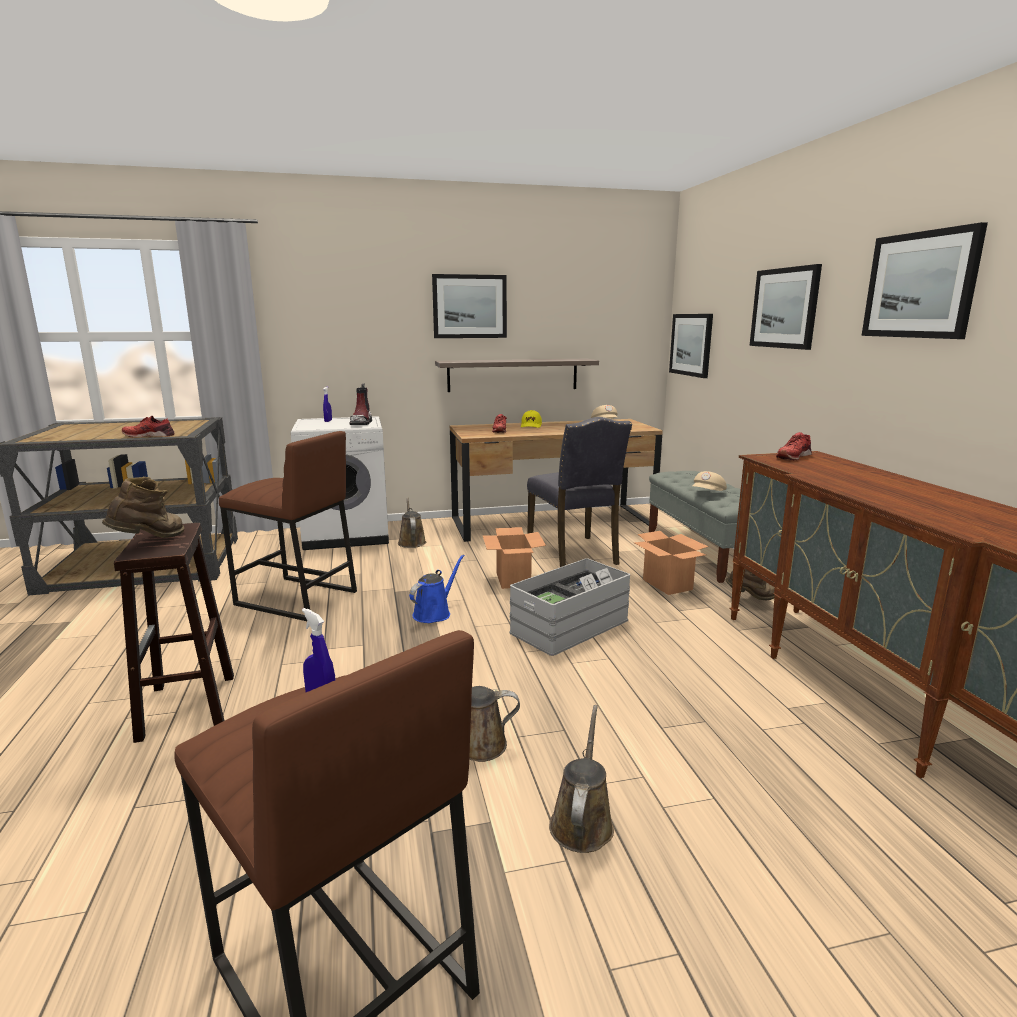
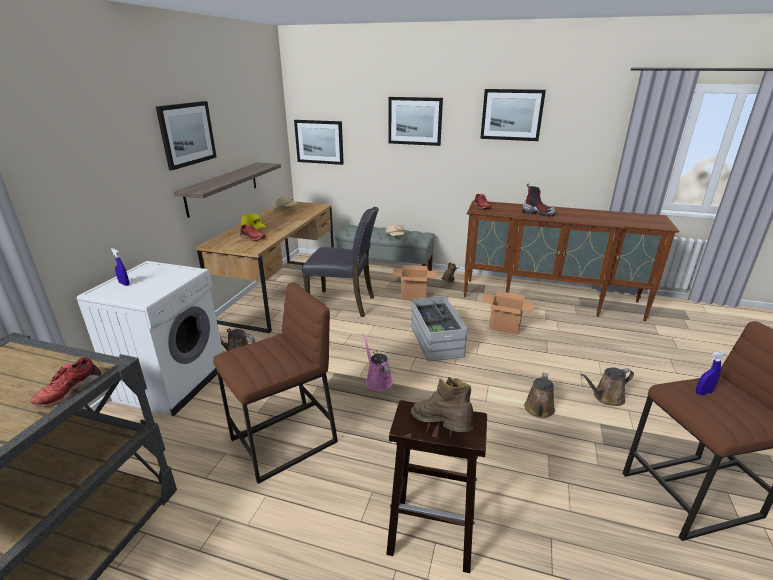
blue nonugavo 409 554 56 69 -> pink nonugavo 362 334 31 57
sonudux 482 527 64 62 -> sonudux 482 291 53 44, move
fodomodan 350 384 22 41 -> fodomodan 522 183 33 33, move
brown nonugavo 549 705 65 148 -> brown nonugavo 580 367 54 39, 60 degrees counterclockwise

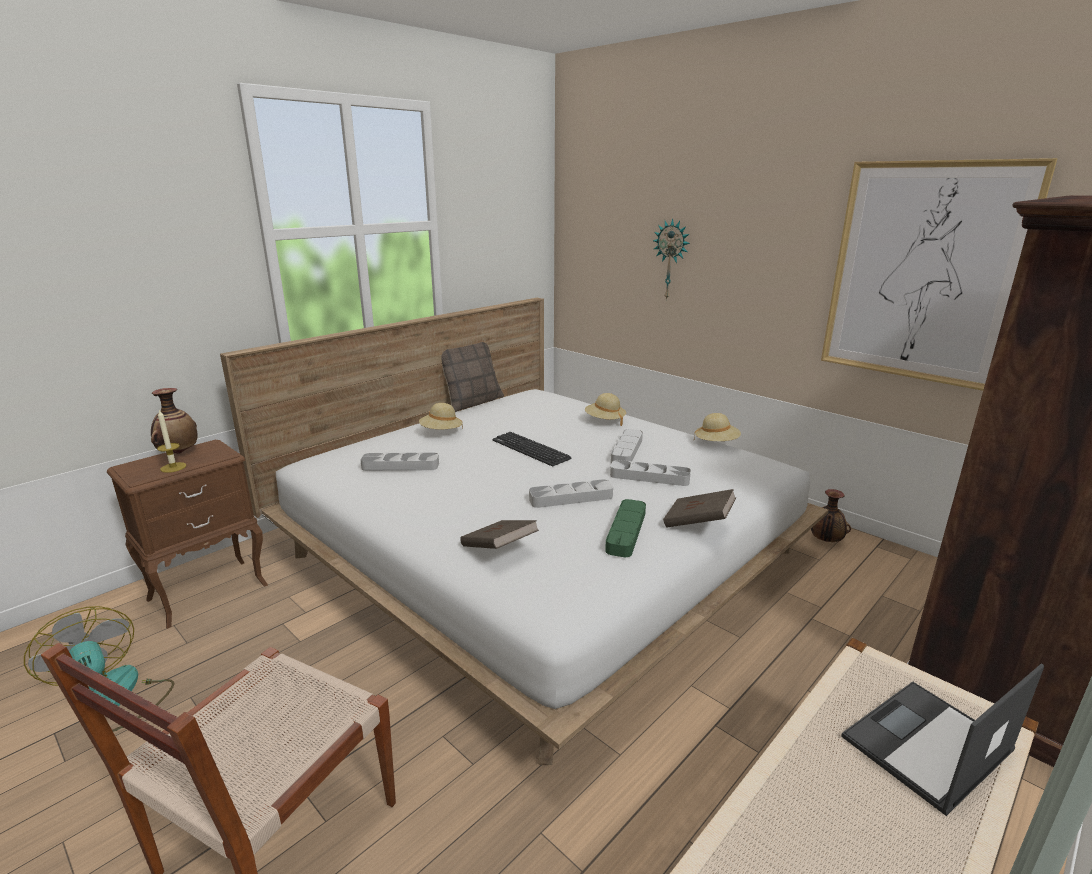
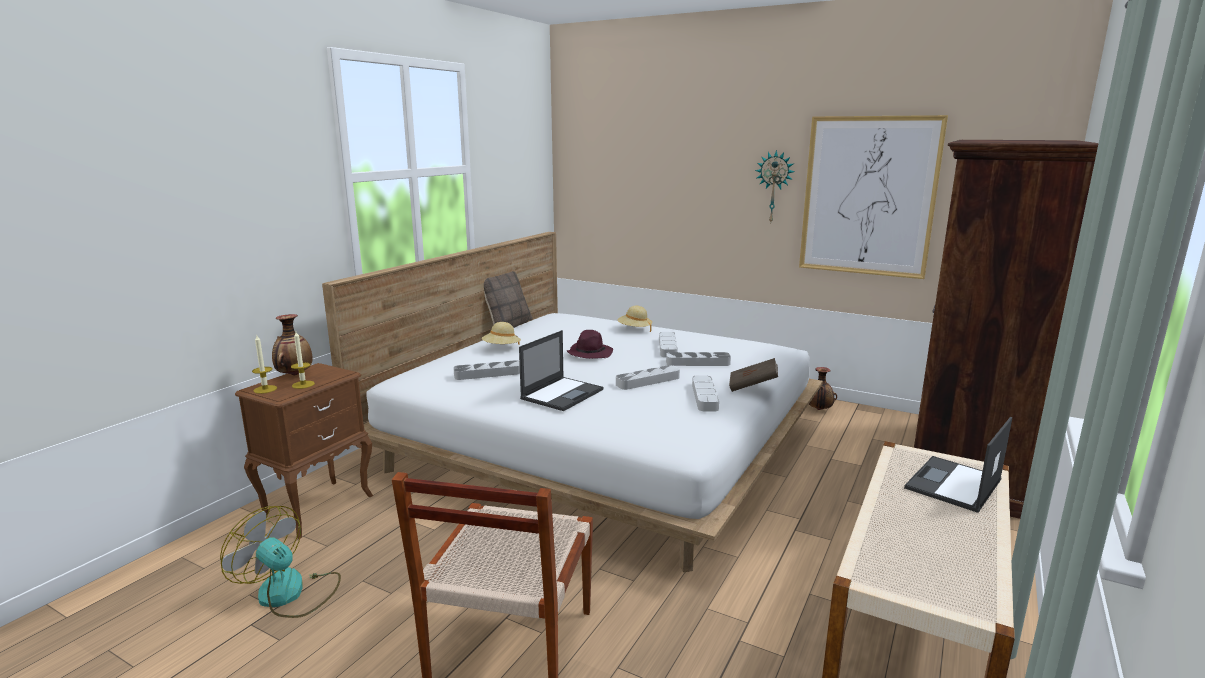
none -> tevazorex 252 335 25 59
none -> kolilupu 519 330 84 81
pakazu 492 432 80 34 -> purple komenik 567 330 46 29
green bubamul 605 499 41 58 -> grey bubamul 692 375 27 37
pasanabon 652 218 38 82 -> pasanabon 755 150 40 72, move
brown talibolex 460 520 79 29 -> none
beige komenik 694 413 47 28 -> none

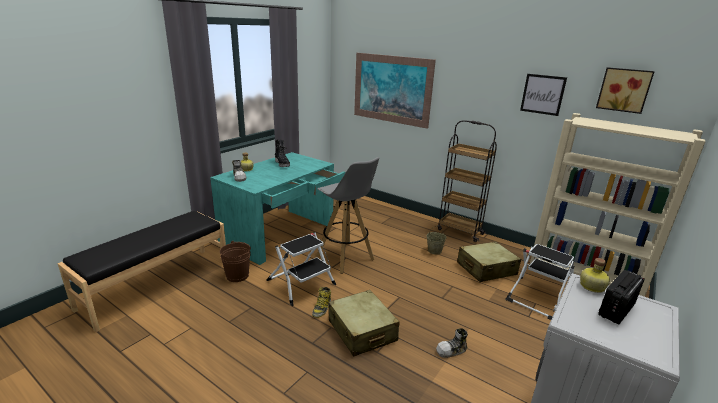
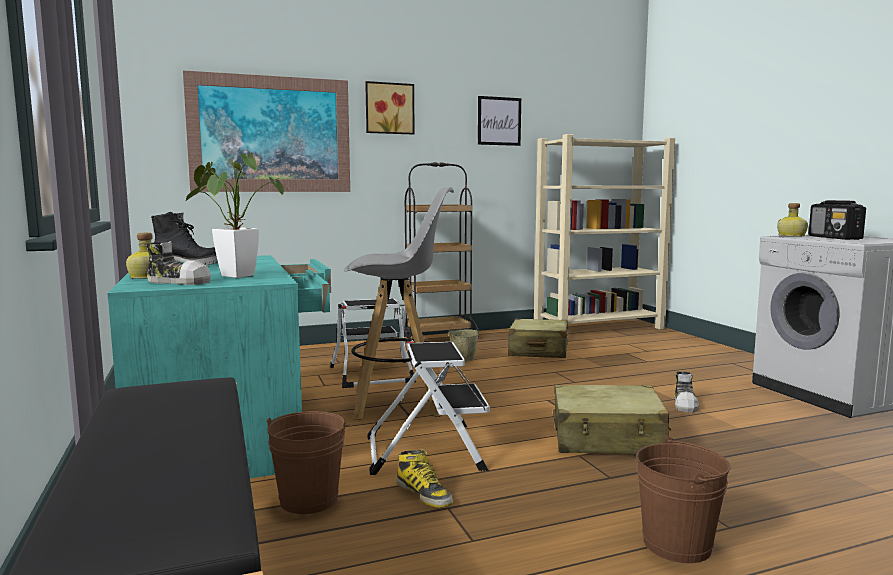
none -> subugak 186 153 98 125
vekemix 505 244 69 76 -> vekemix 330 298 86 90, move
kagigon 596 67 59 47 -> kagigon 365 81 50 54, move
fodomodan 312 287 19 31 -> fodomodan 396 449 57 59, move
none -> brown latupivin 637 437 94 126

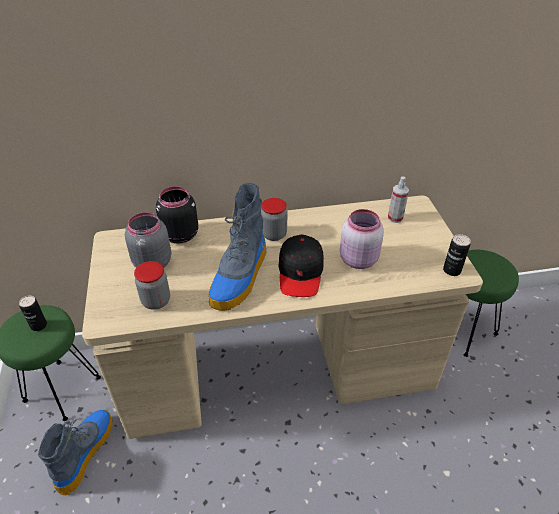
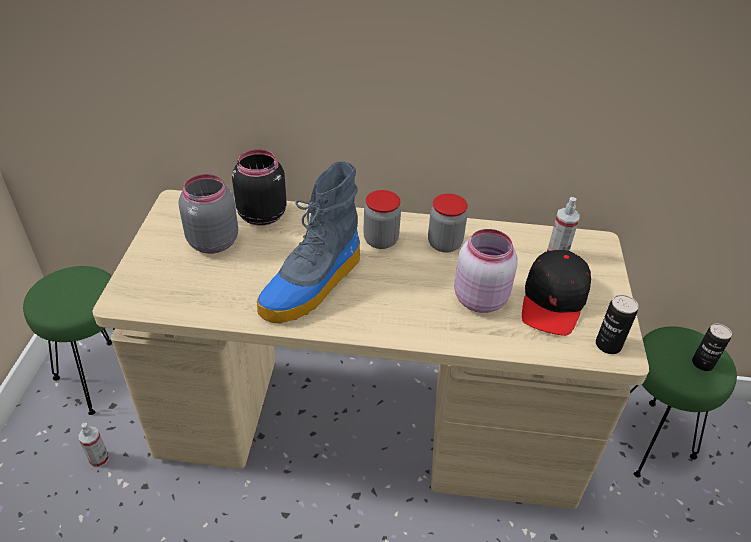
fodomodan 38 409 75 86 -> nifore 79 423 30 44
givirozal 134 261 36 49 -> givirozal 428 194 40 59, move
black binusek 279 235 45 62 -> black binusek 522 250 69 86, move
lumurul 19 296 28 35 -> lumurul 692 324 40 47, move

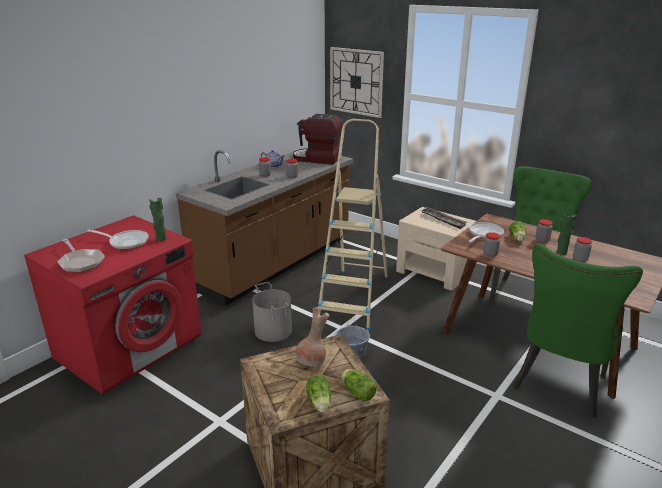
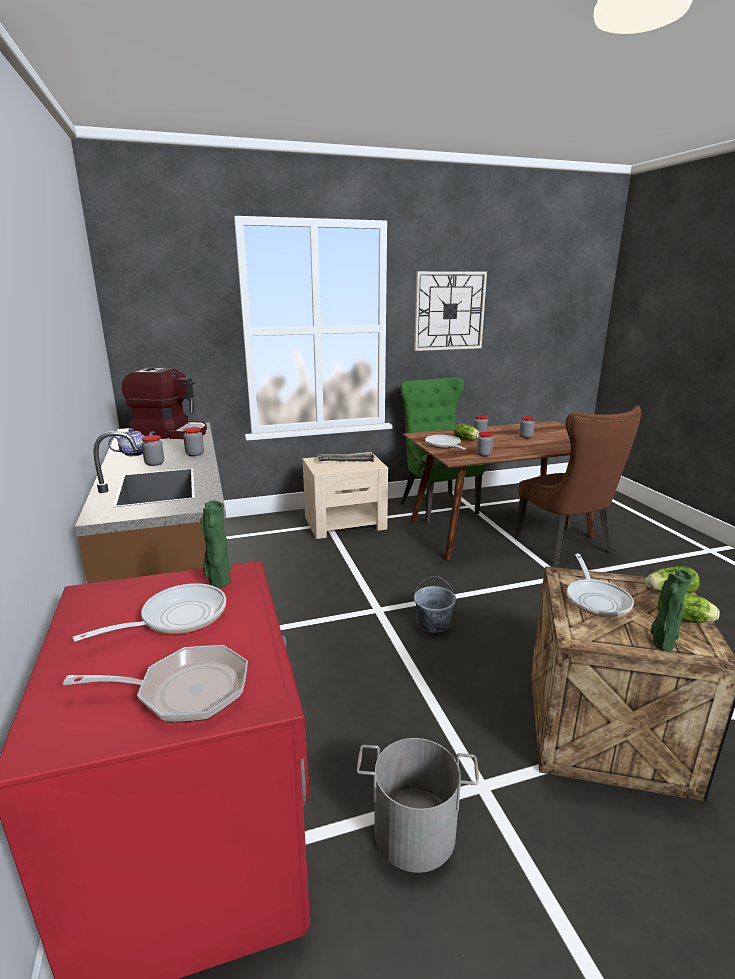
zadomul 293 114 50 51 -> zadomul 122 368 85 71, 135 degrees counterclockwise
grey latupivin 252 282 40 60 -> grey latupivin 357 738 122 135, move
pasanabon 330 47 54 71 -> pasanabon 414 271 73 80, move
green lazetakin 512 243 131 175 -> brown lazetakin 515 406 127 160
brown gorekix 295 307 34 59 -> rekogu 567 554 67 63
green gorekix 557 213 19 42 -> green gorekix 651 570 42 81, move
beige vekemix 318 119 70 213 -> none

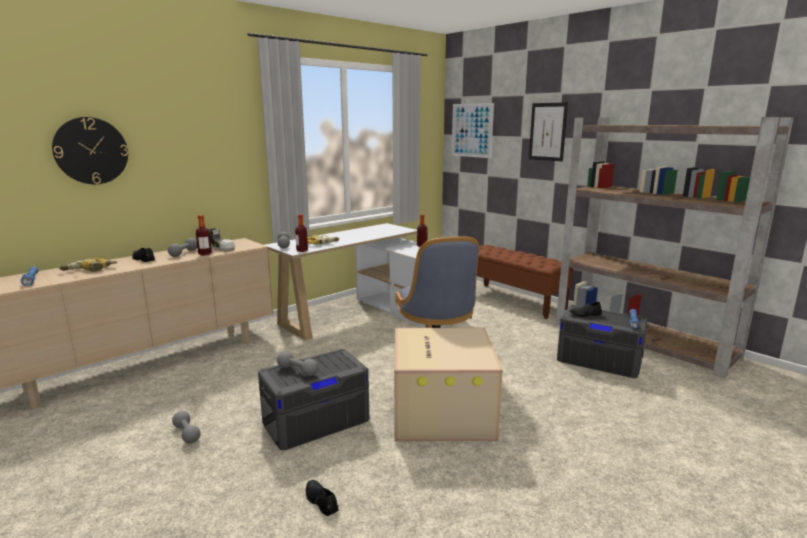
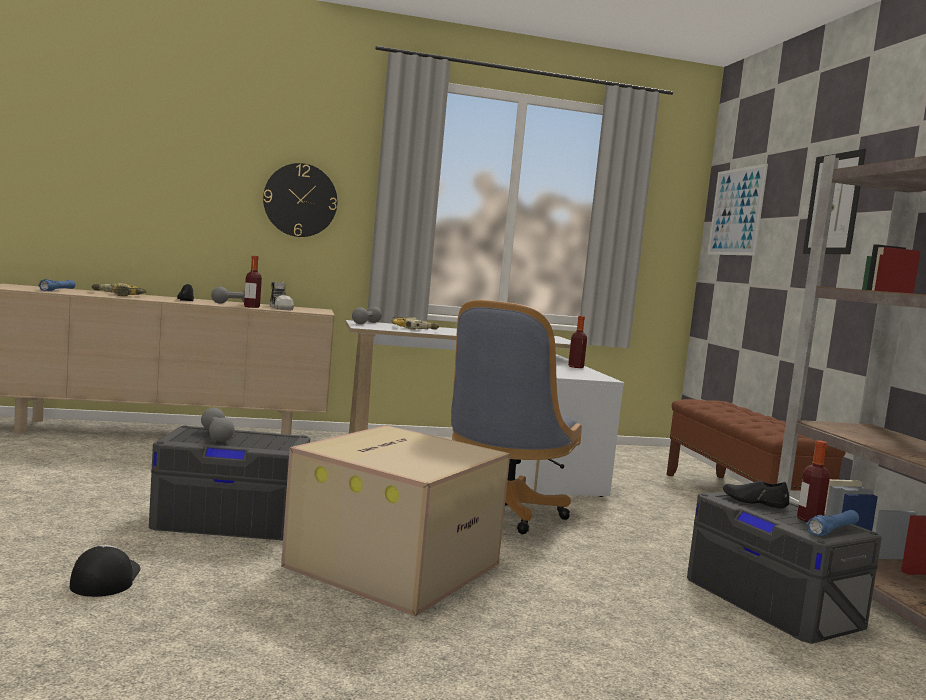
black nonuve 306 480 32 36 -> binusek 70 545 71 52
pasanabon 52 117 76 67 -> pasanabon 263 163 74 74, move
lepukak 295 214 13 38 -> lepukak 797 440 33 82, move
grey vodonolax 172 411 29 32 -> none

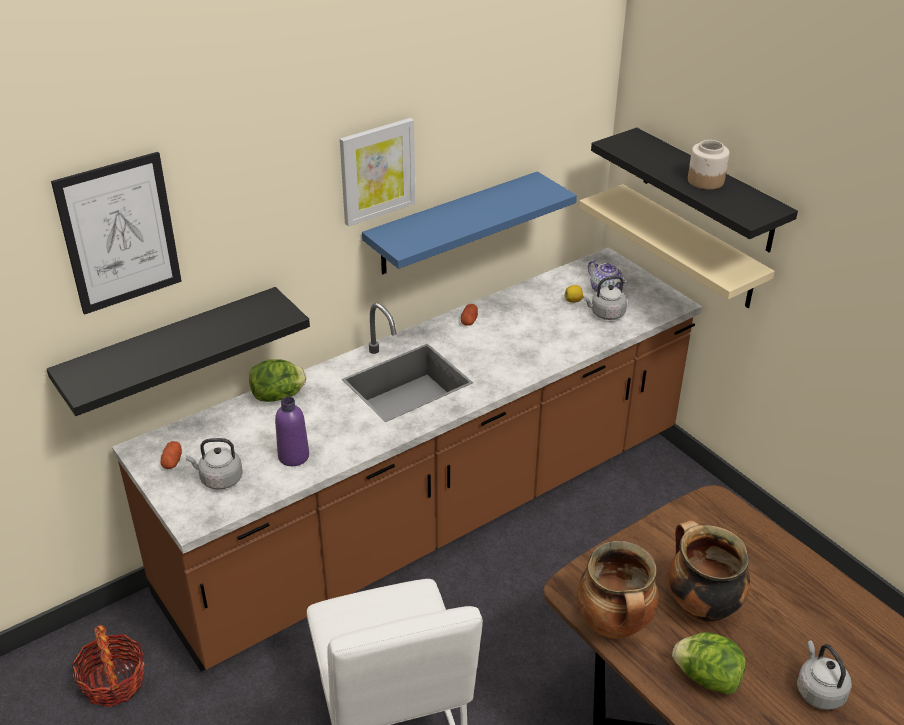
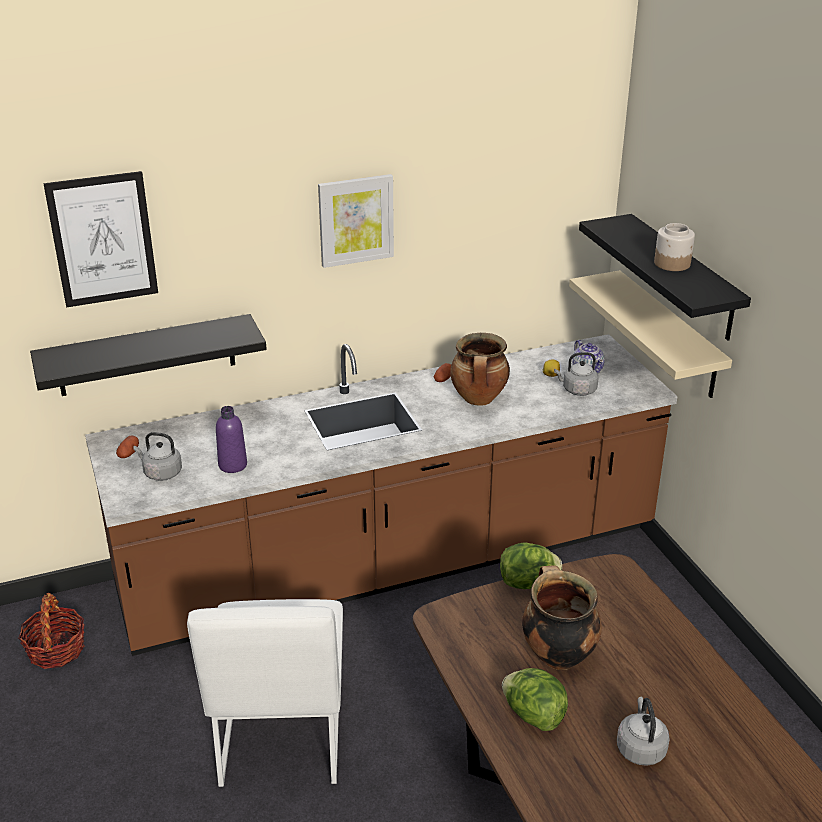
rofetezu 577 541 82 98 -> rofetezu 450 333 60 73, move
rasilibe 249 359 57 43 -> rasilibe 500 543 62 46, move
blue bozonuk 362 171 215 103 -> none

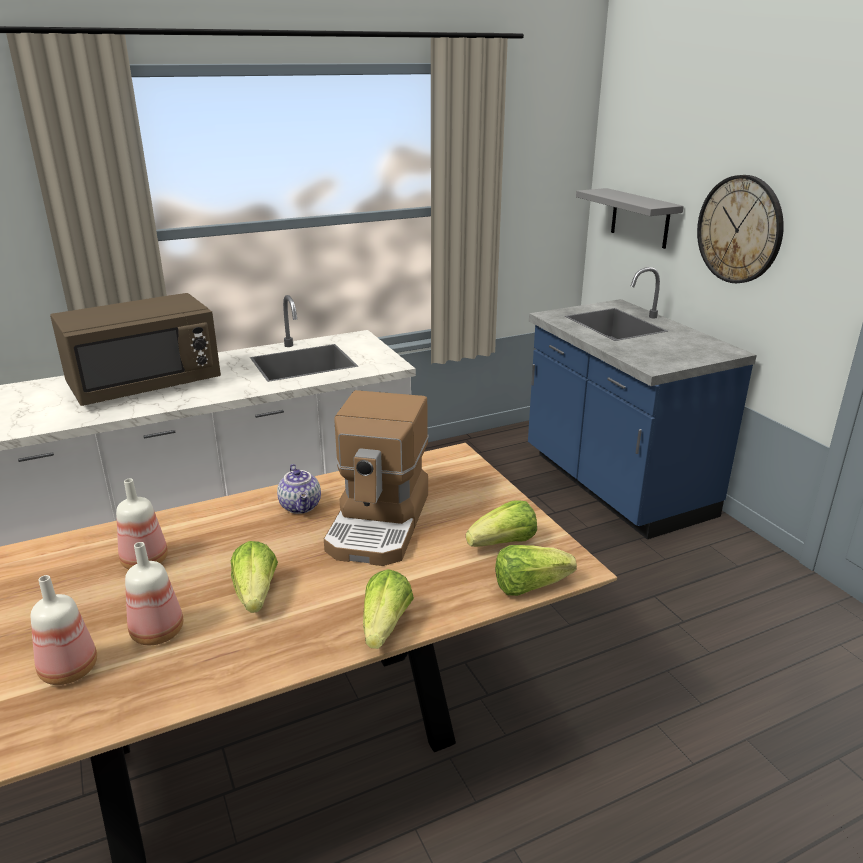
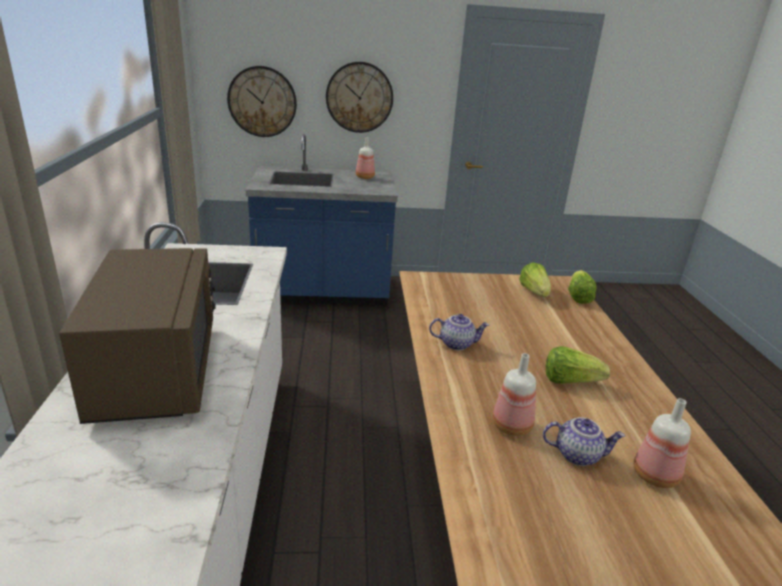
grey bozonuk 576 188 108 61 -> pasanabon 227 66 70 71
lepukak 125 542 58 103 -> lepukak 356 137 19 42, move
none -> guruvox 543 417 82 49
zadomul 324 390 105 176 -> none
rasilibe 363 569 51 80 -> none

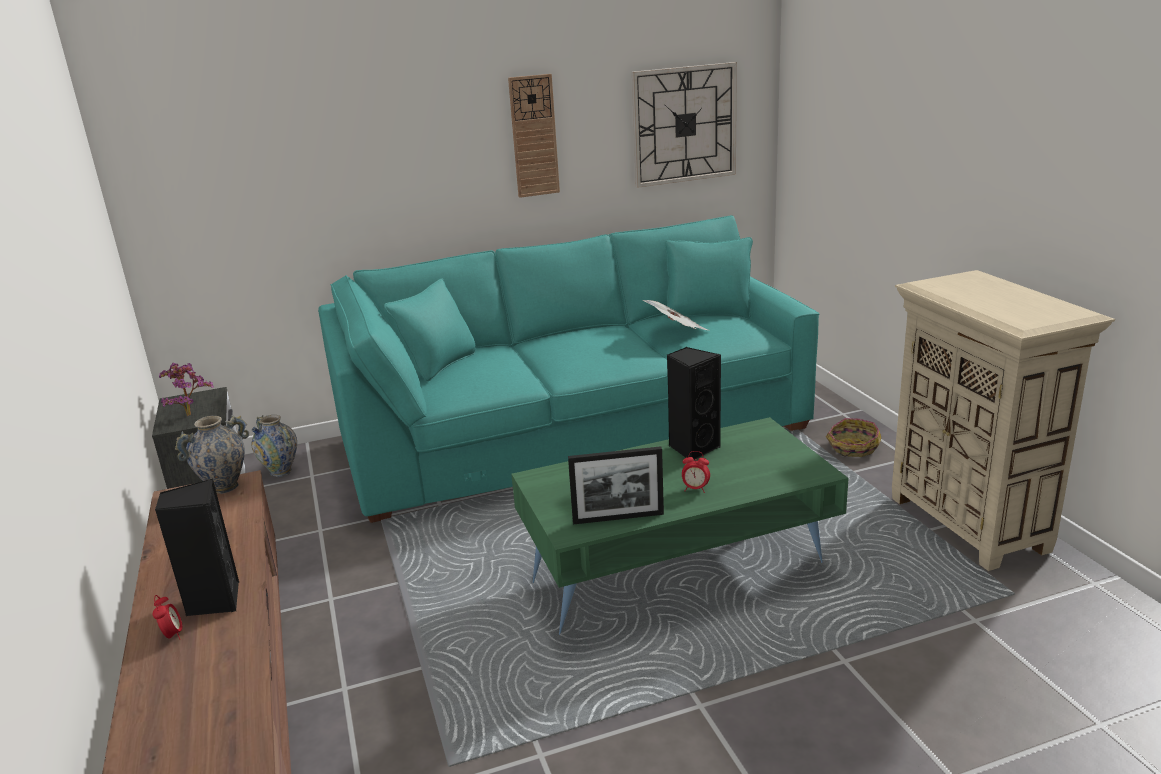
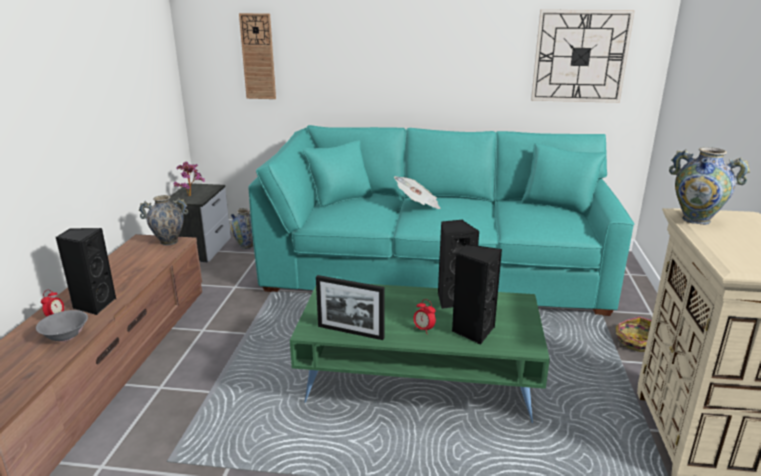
none -> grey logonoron 36 310 52 32
pasanabon 508 74 52 124 -> pasanabon 239 13 37 86, move
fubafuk 642 300 66 30 -> fubafuk 394 176 46 33, move
none -> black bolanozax 452 244 50 101
none -> gorekix 669 147 81 78

